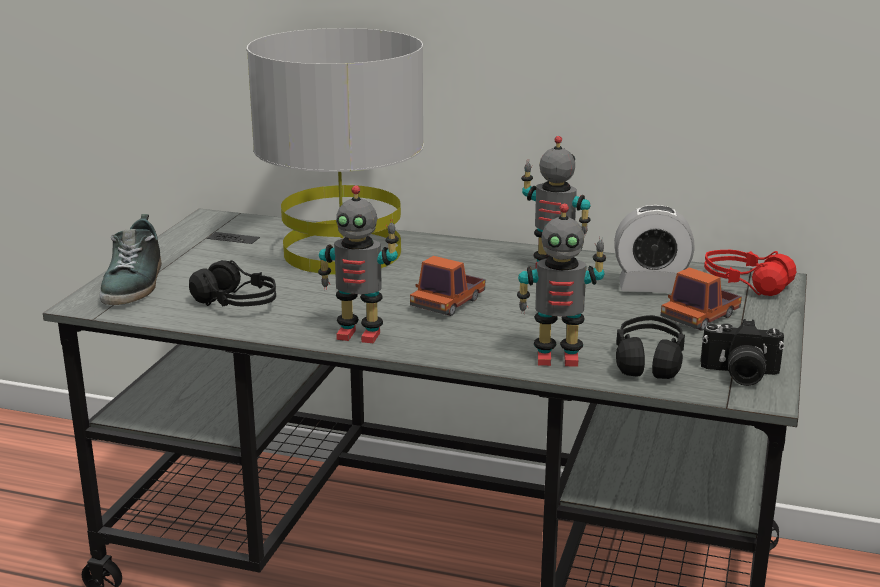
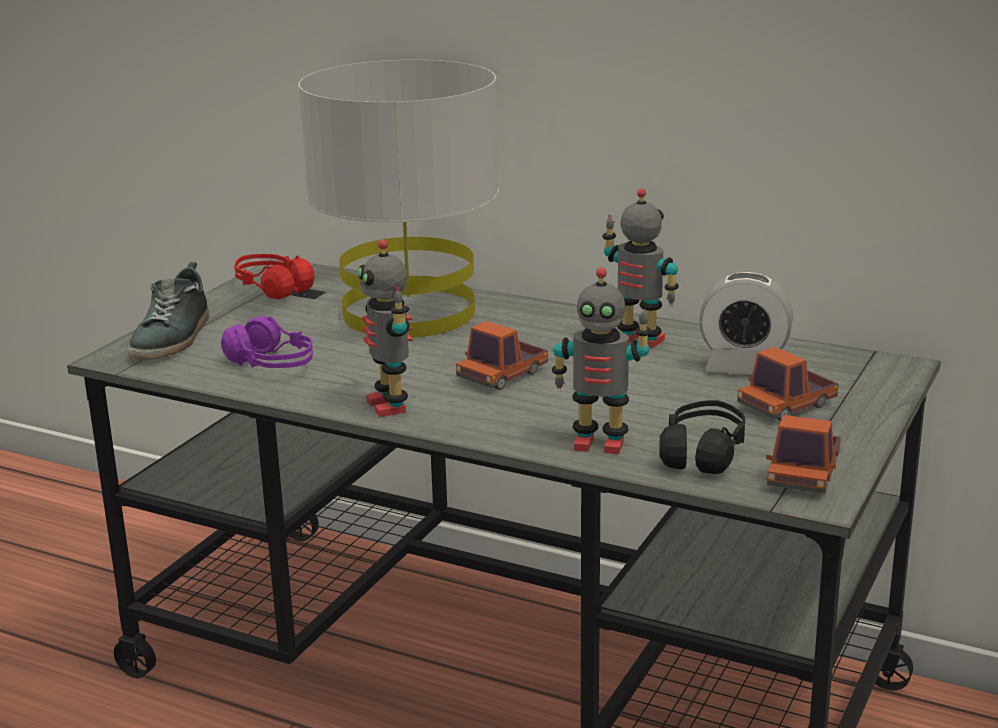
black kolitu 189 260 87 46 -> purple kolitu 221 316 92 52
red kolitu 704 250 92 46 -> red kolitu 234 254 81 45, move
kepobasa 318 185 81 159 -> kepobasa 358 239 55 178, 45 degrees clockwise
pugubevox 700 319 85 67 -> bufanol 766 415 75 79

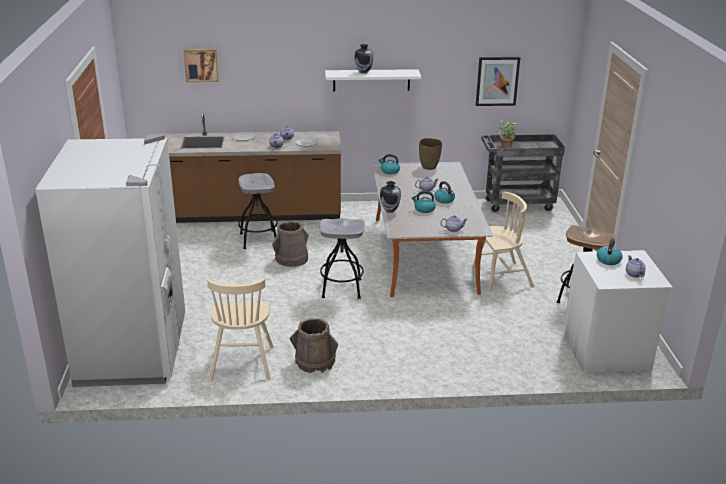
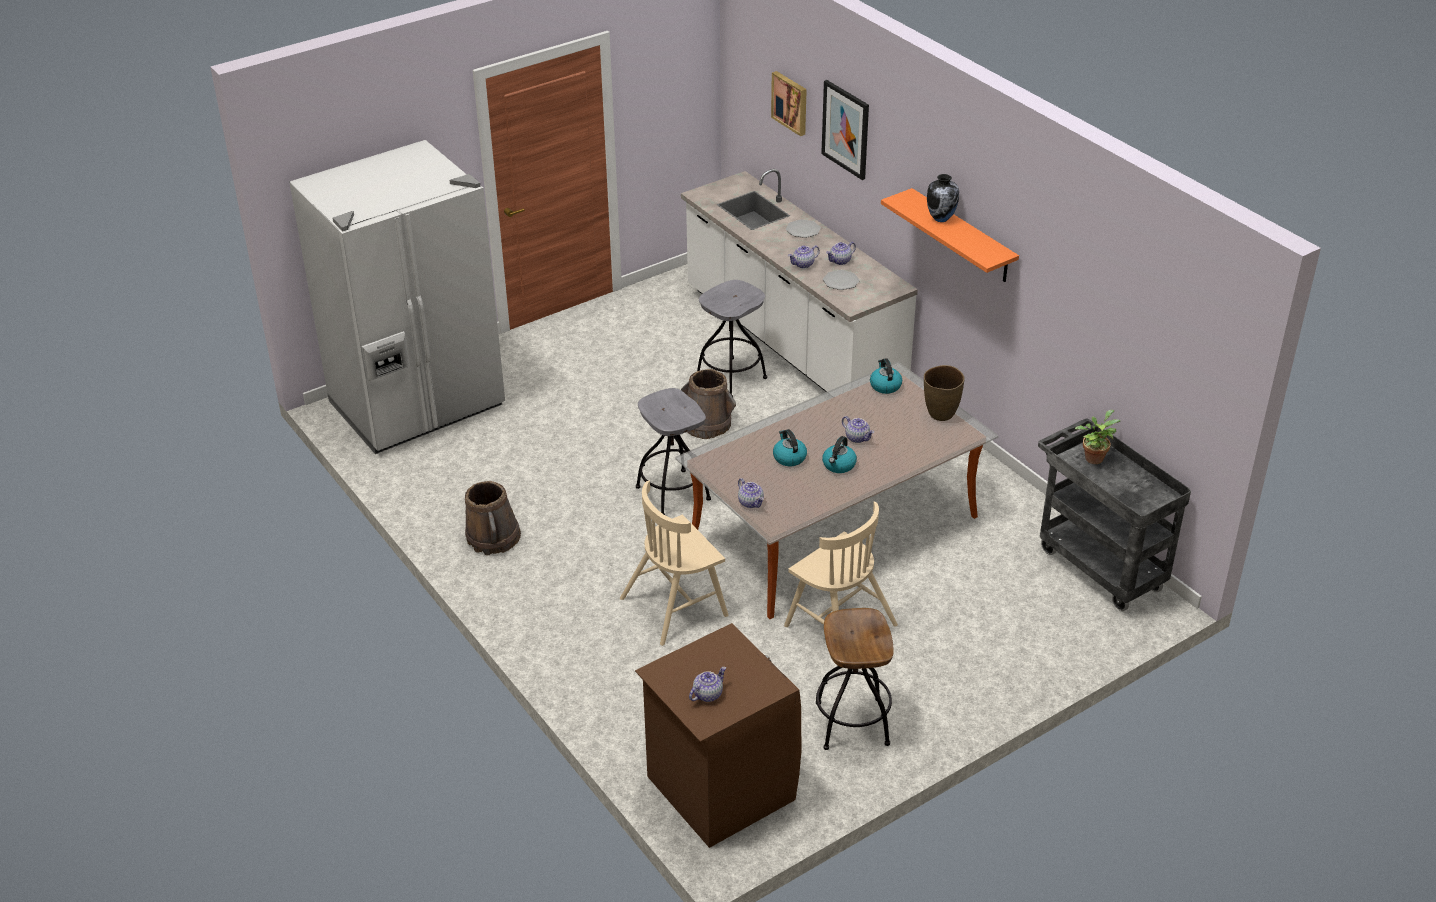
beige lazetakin 207 278 67 103 -> beige lazetakin 620 480 108 166, move
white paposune 564 250 109 123 -> brown paposune 635 623 166 225
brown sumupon 159 112 183 111 -> white sumupon 681 169 237 223
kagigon 476 57 44 49 -> kagigon 821 80 48 100, move
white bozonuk 325 69 96 22 -> orange bozonuk 881 188 138 94
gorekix 380 181 21 32 -> none
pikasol 597 238 26 27 -> none

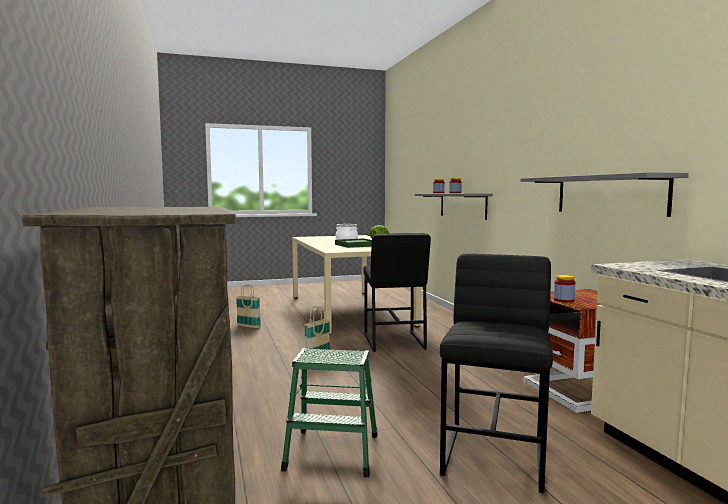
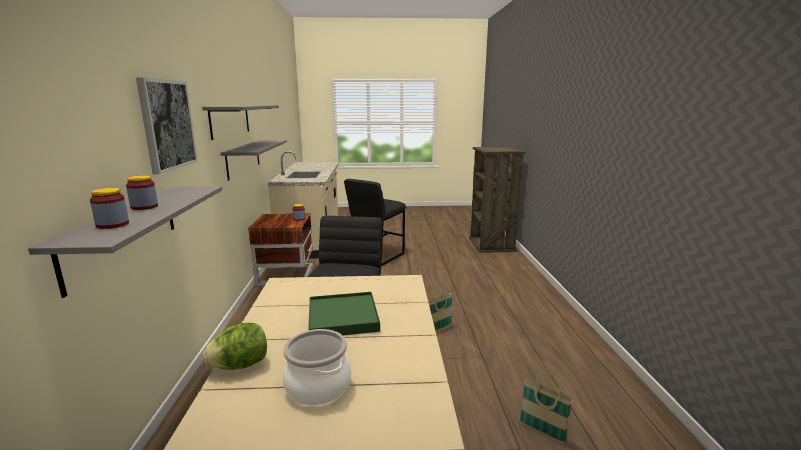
none -> kagigon 136 77 62 97
none -> grey bozonuk 202 105 77 35
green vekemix 281 348 97 129 -> none

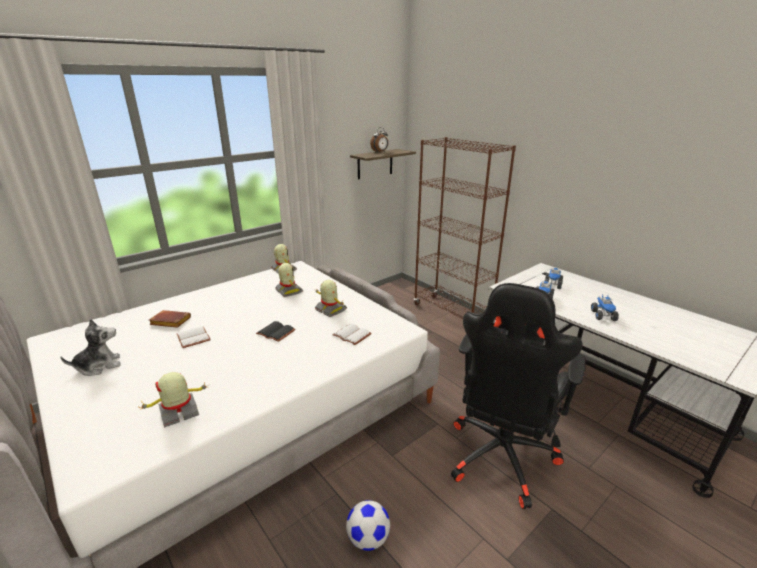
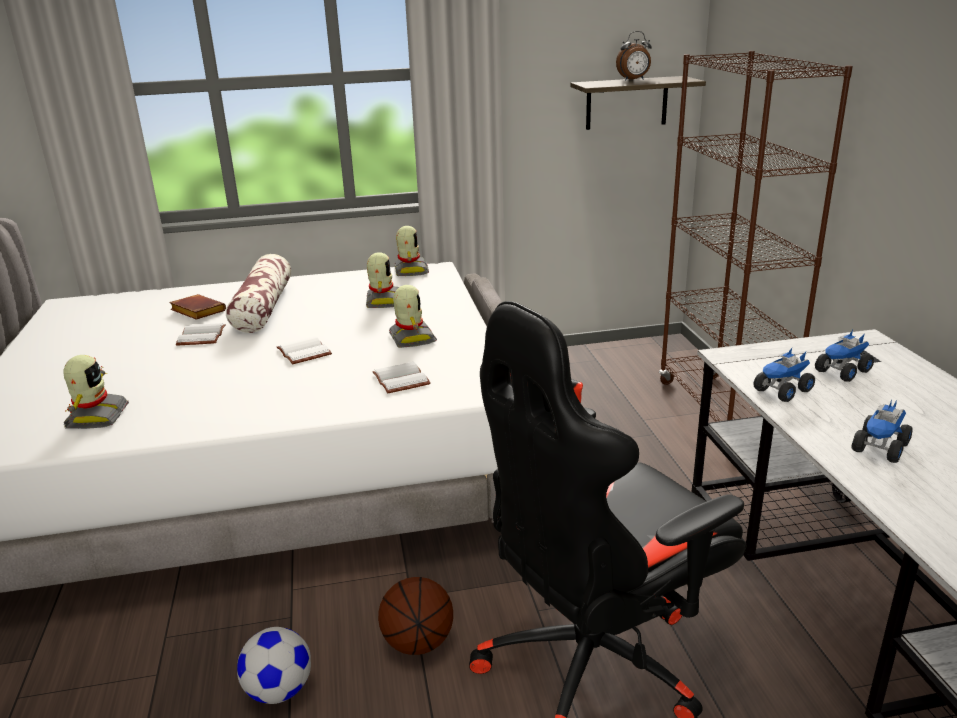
kepobasa 139 372 70 56 -> kepobasa 63 355 66 74, 90 degrees clockwise
none -> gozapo 226 254 65 79
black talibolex 256 321 40 21 -> white talibolex 277 336 55 28
none -> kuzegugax 378 577 75 78
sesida 60 318 61 58 -> none

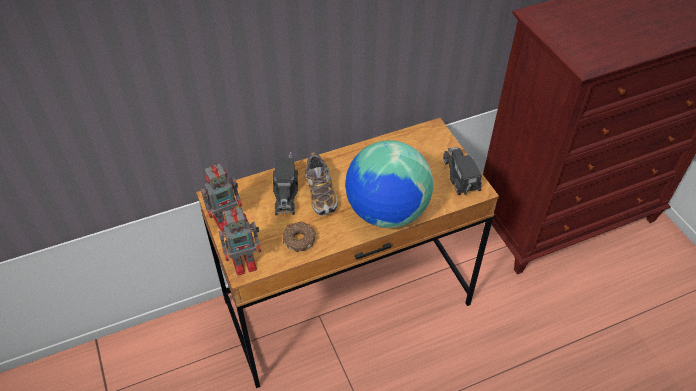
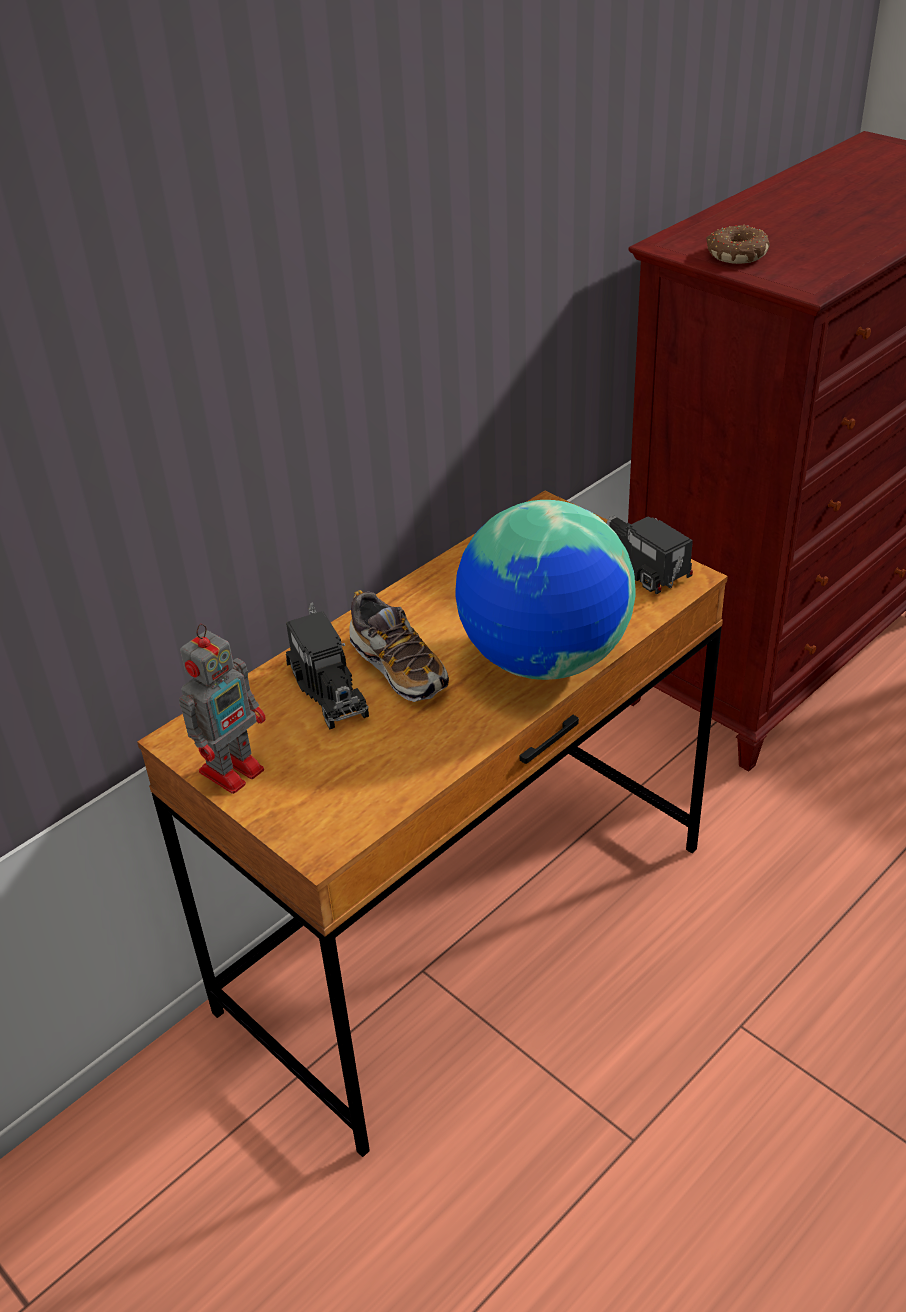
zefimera 283 222 33 30 -> zefimera 706 225 64 39, move
kepobasa 219 207 42 69 -> none

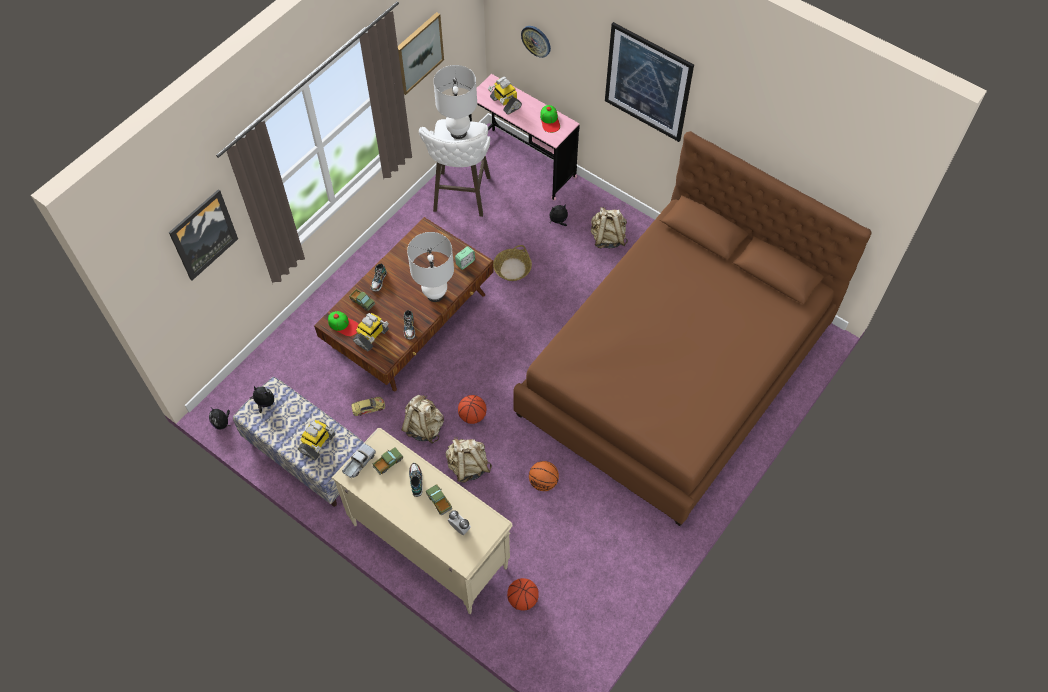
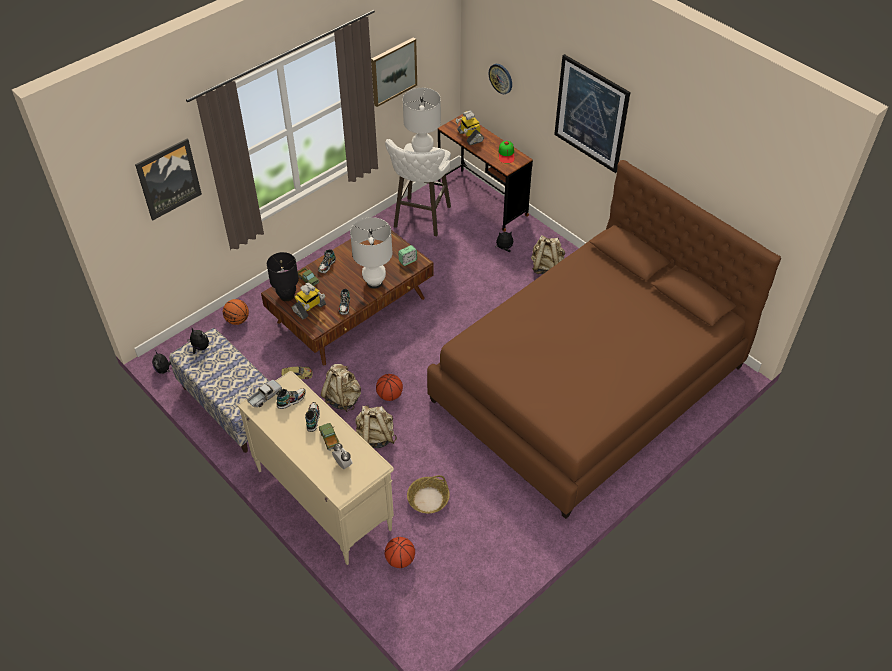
kuzegugax 529 461 30 30 -> kuzegugax 223 299 26 26, move
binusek 328 311 31 25 -> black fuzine 267 252 32 49
bufanol 373 447 30 28 -> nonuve 276 388 30 21
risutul 493 245 39 36 -> risutul 407 475 43 39, move
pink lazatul 469 74 111 127 -> brown lazatul 438 114 95 118
kepobasa 298 420 37 41 -> none

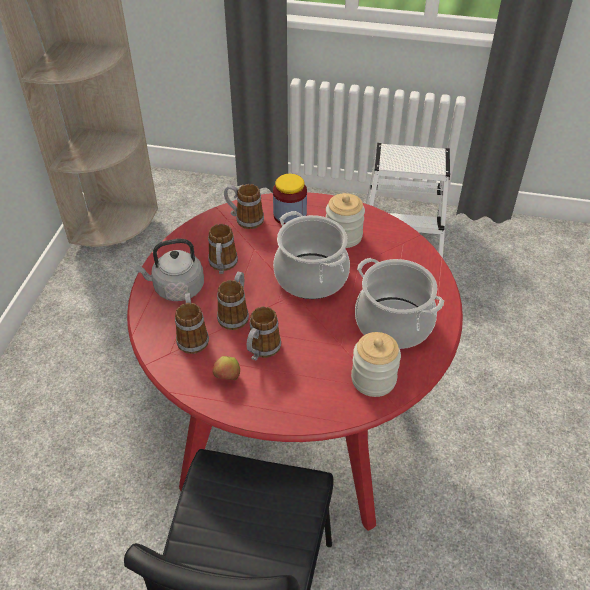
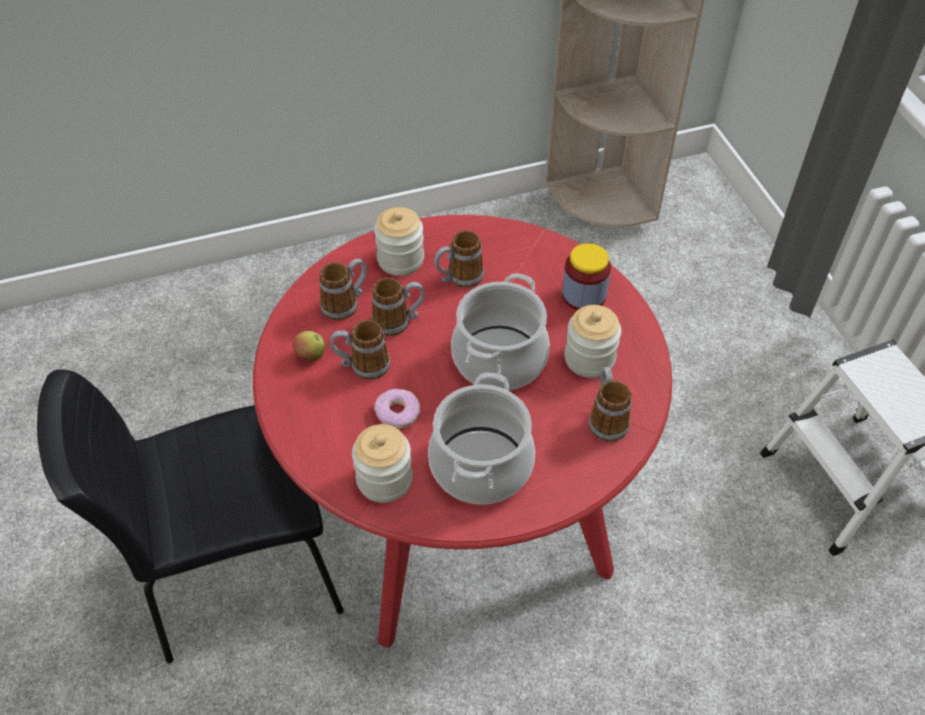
grey pikasol 134 239 70 62 -> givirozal 374 207 50 69
none -> zefimera 374 389 46 40
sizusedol 224 184 40 45 -> sizusedol 589 367 43 75, move

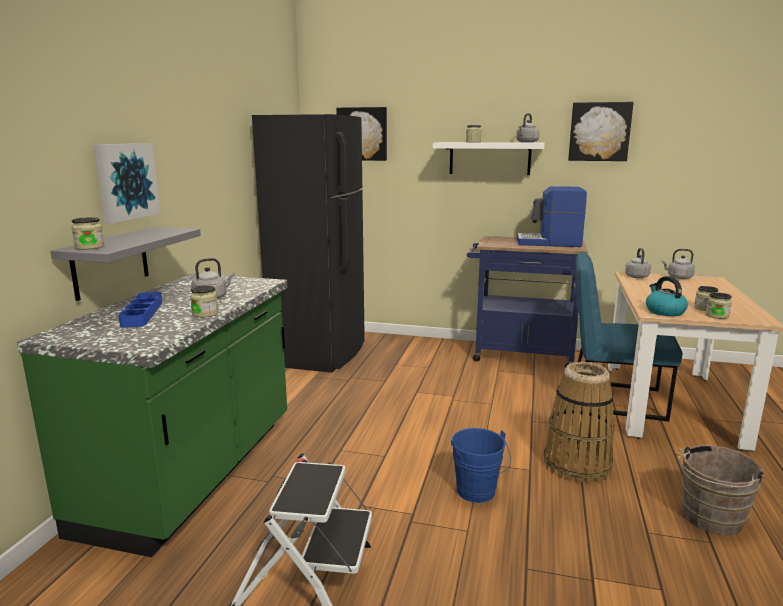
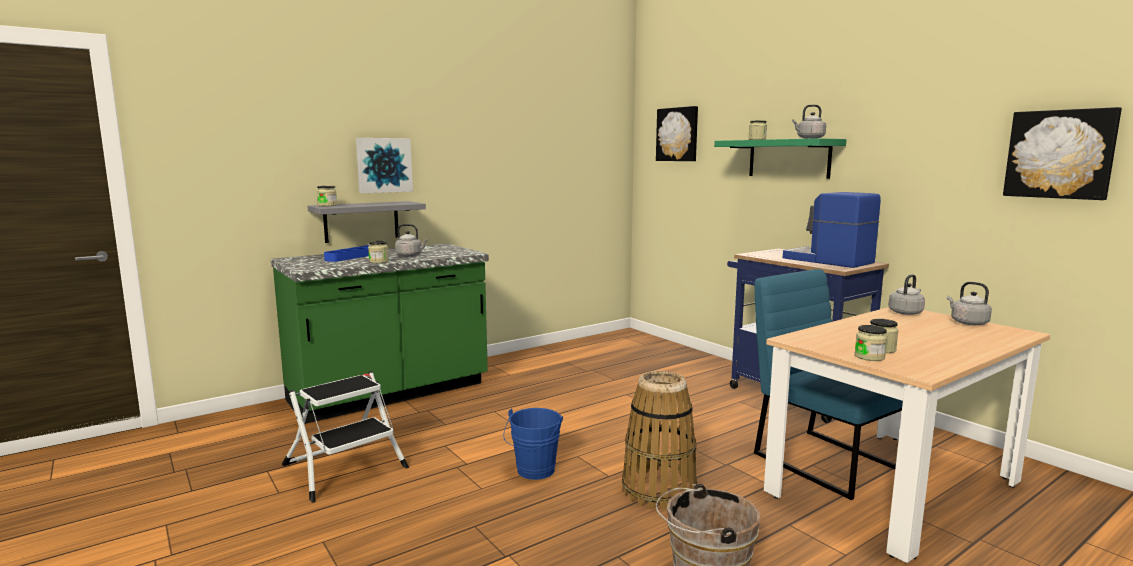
white bozonuk 433 142 112 33 -> green bozonuk 714 138 133 41
kagigon 568 102 66 59 -> kagigon 1003 107 119 93, move
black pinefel 252 114 113 259 -> none
pikasol 646 276 42 40 -> none

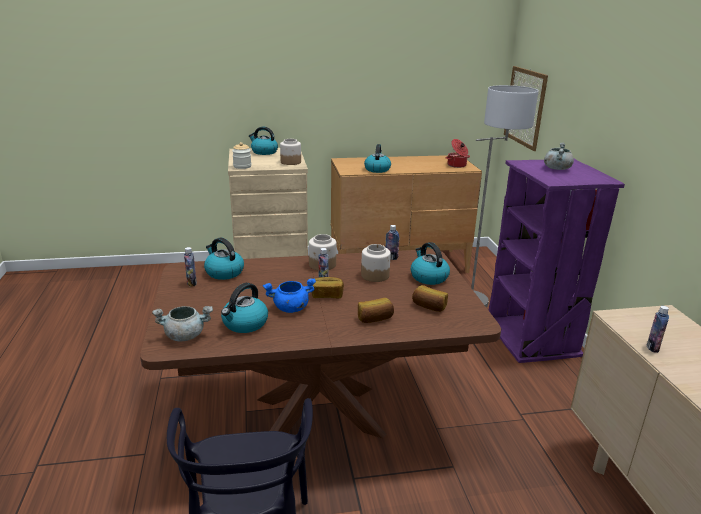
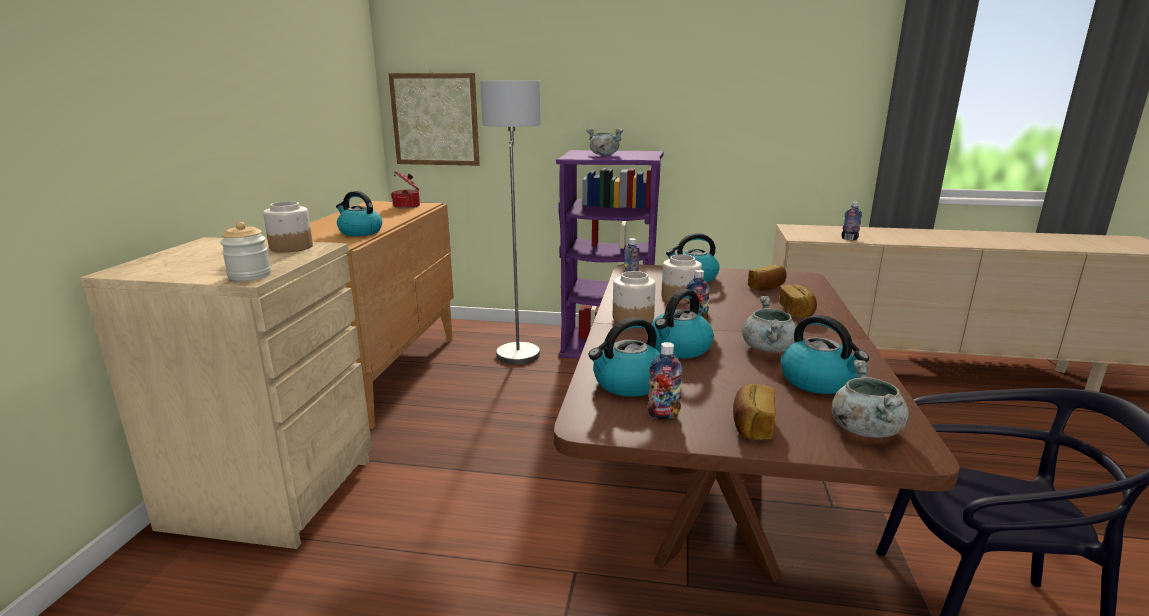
pikasol 249 127 29 28 -> pikasol 651 289 63 69, move
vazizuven 312 277 32 21 -> vazizuven 733 384 43 56, move
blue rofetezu 263 278 53 35 -> grey rofetezu 742 296 54 57

